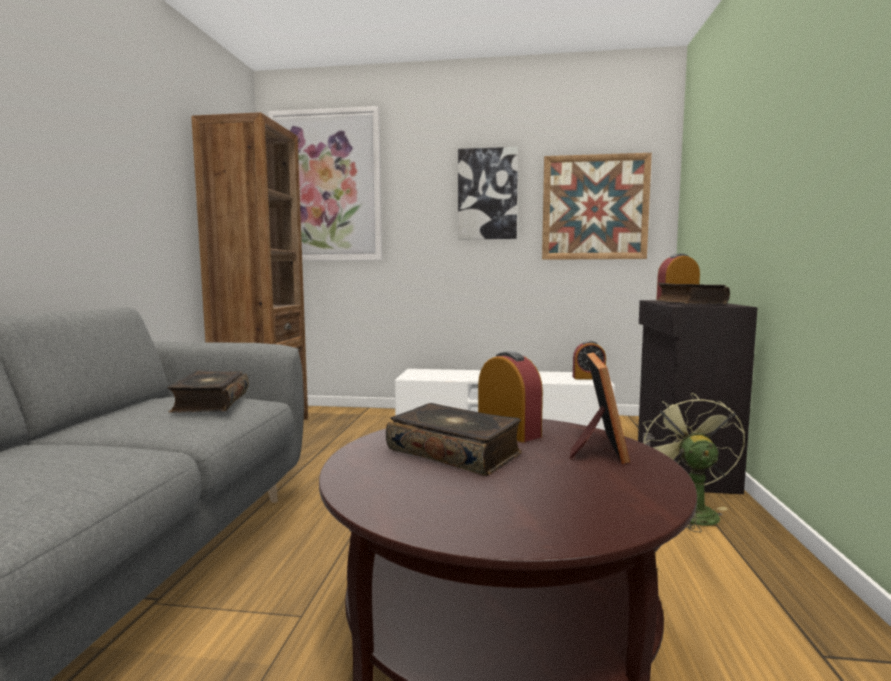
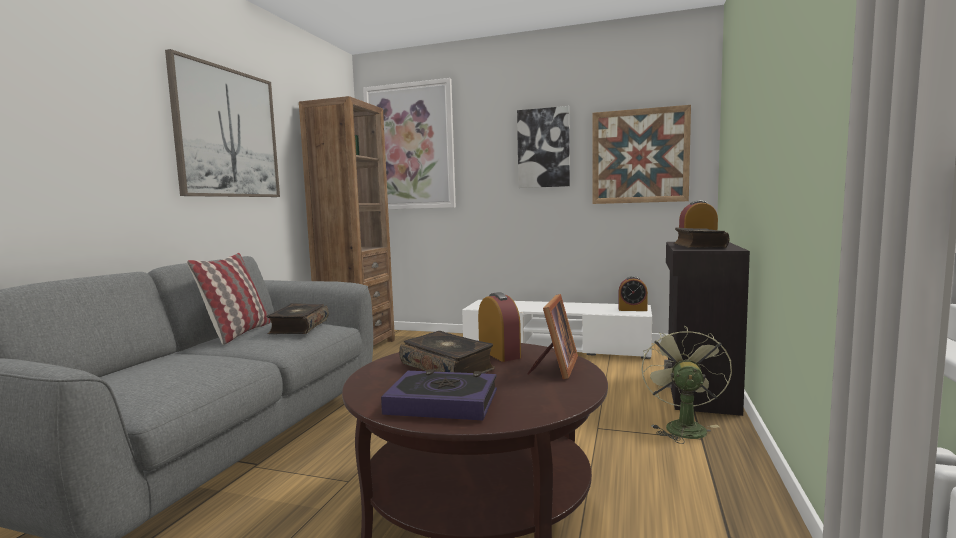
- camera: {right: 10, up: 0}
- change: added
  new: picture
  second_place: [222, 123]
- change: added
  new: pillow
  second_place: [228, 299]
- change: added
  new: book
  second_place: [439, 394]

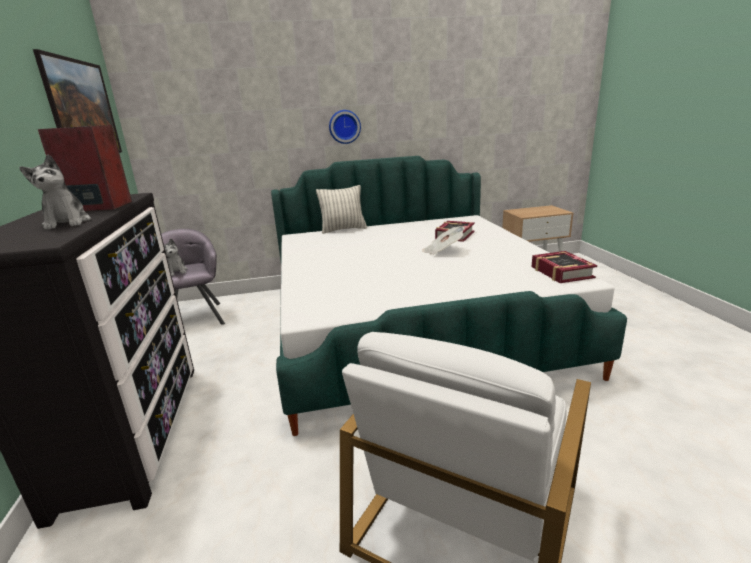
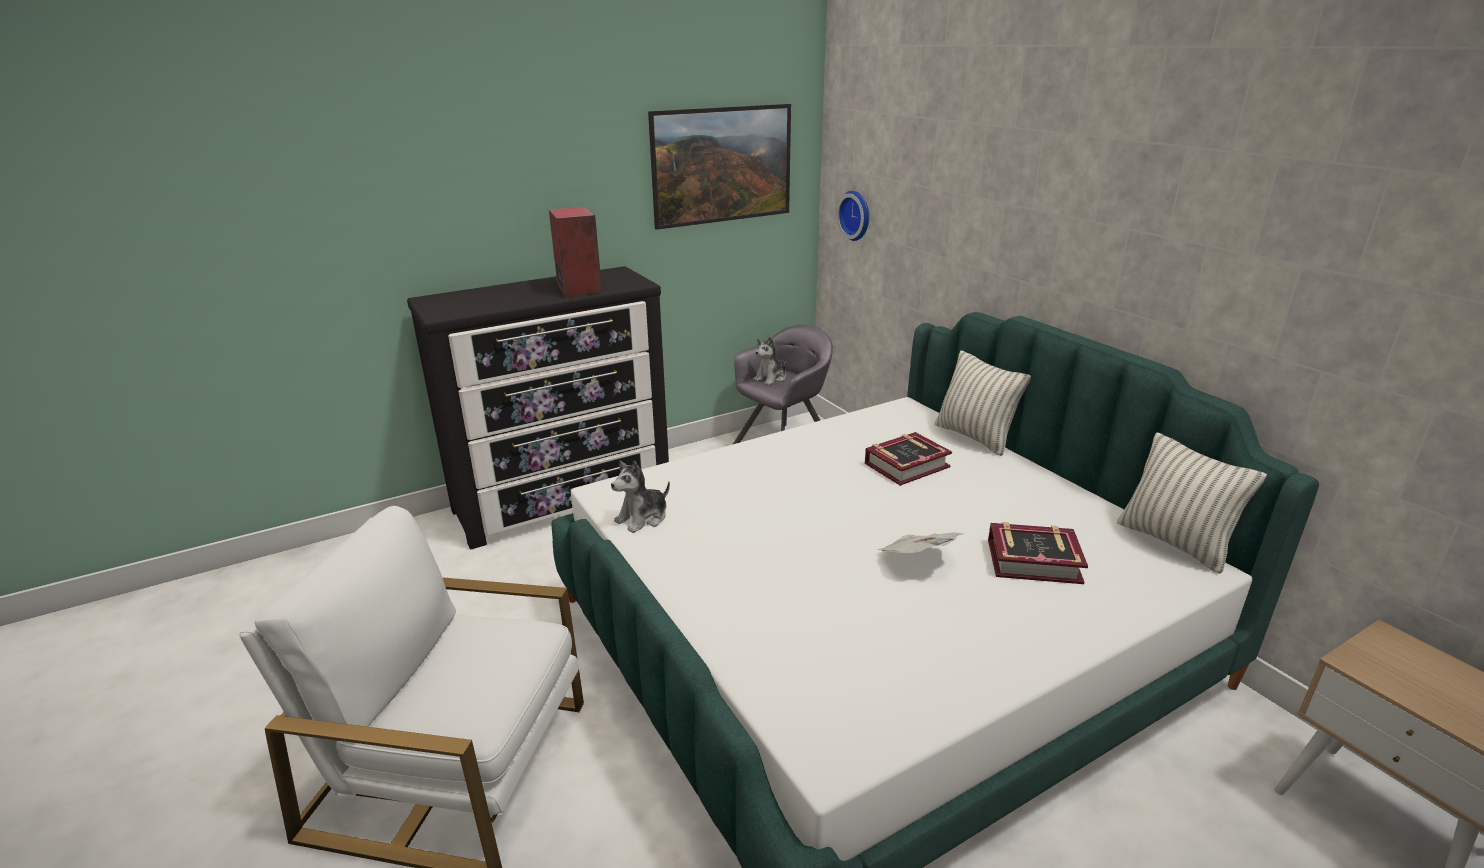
- camera: {right: 70, up: 5}
- change: added
  new: pillow
  second_place: [1192, 503]
- change: moved
  old: plush toy
  first_place: [55, 192]
  second_place: [640, 496]
- change: moved
  old: wall clock
  first_place: [345, 127]
  second_place: [852, 216]
- change: moved
  old: book
  first_place: [564, 267]
  second_place: [908, 459]

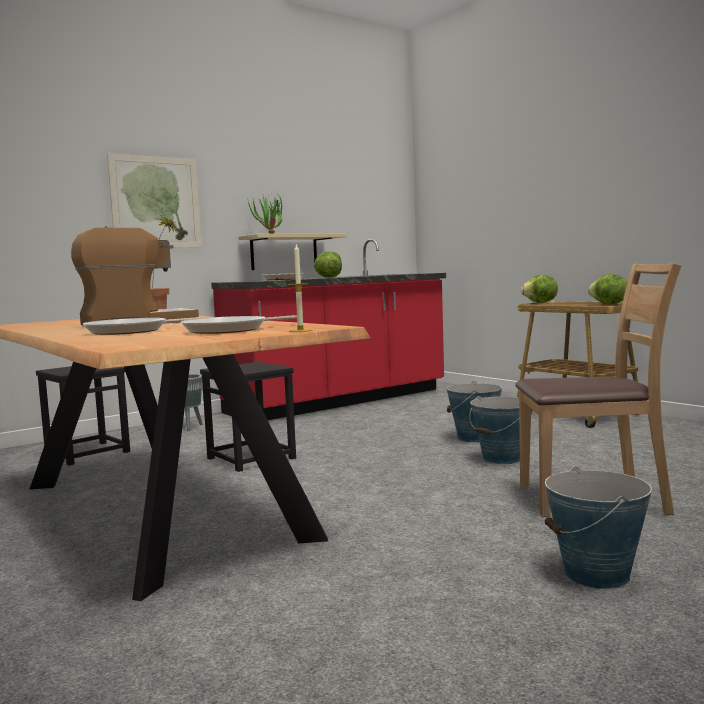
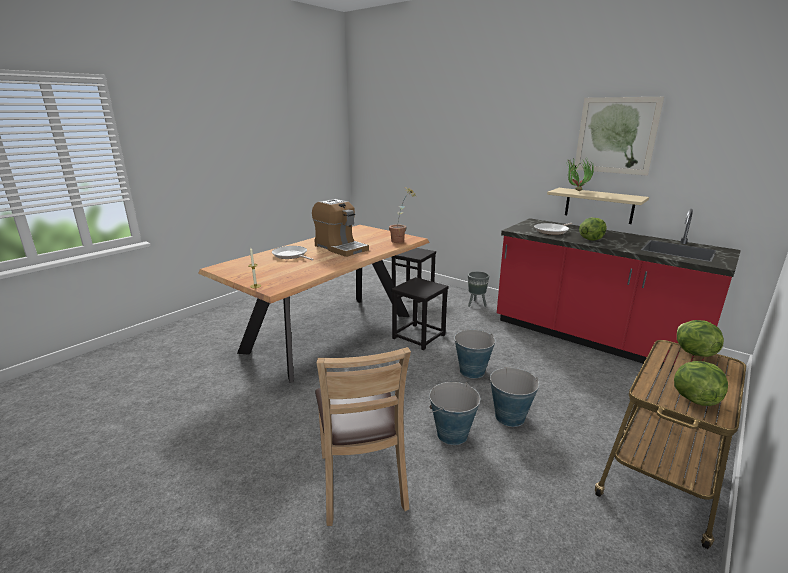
- camera: {right: 75, up: 15}
- change: removed
  old: frying pan
  first_place: [239, 324]
- change: moved
  old: picture
  first_place: [154, 201]
  second_place: [619, 136]
- change: moved
  old: bucket
  first_place: [598, 527]
  second_place: [474, 354]

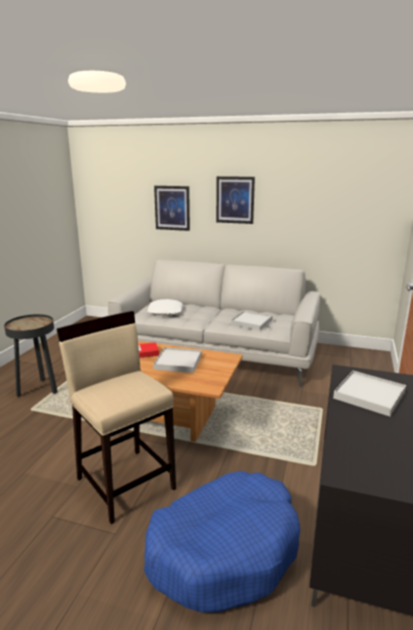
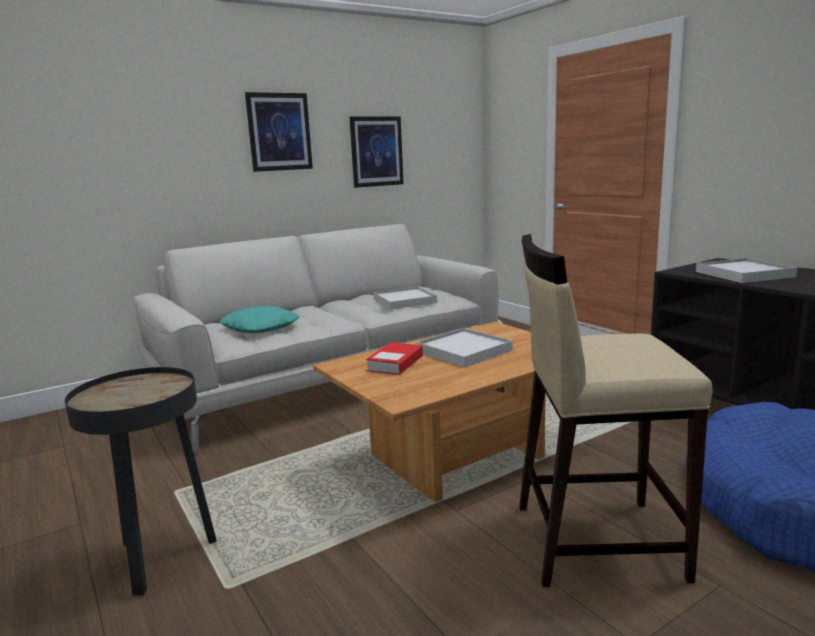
- camera: {right: -50, up: -5}
- change: moved
  old: picture
  first_place: [172, 208]
  second_place: [377, 152]
- change: recoloured
  old: white pillow
  new: turquoise pillow
  first_place: [165, 307]
  second_place: [259, 319]

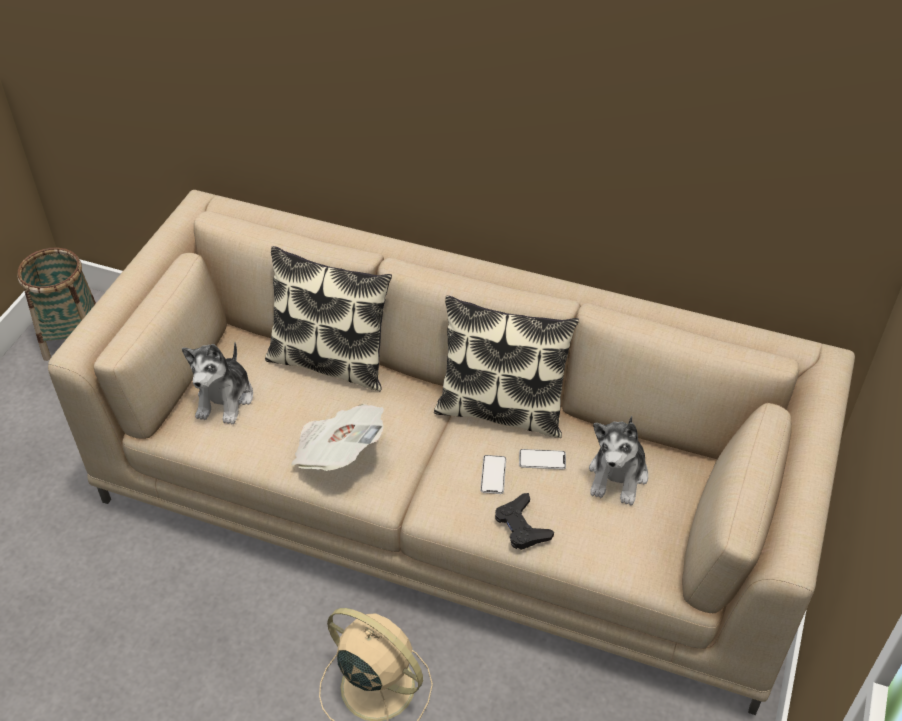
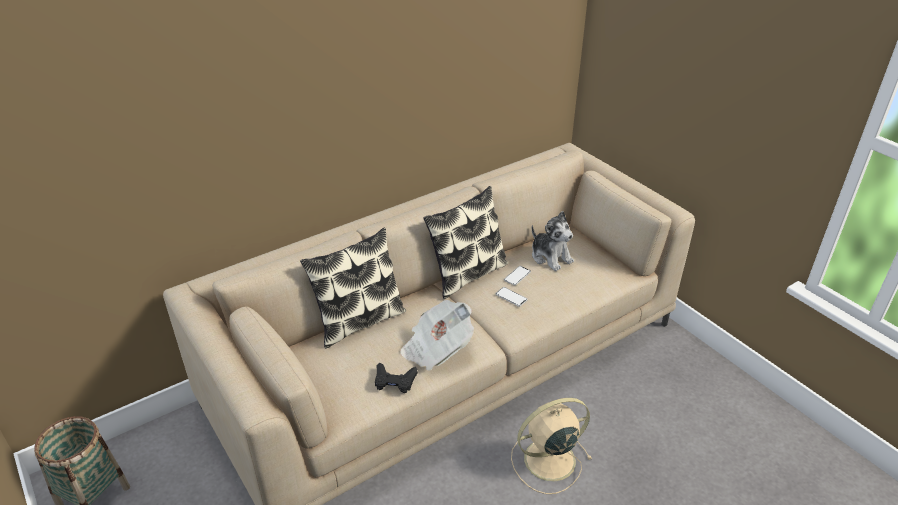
- camera: {right: -55, up: -10}
- change: removed
  old: plush toy
  first_place: [217, 383]
- change: moved
  old: black game controller
  first_place: [524, 521]
  second_place: [396, 377]

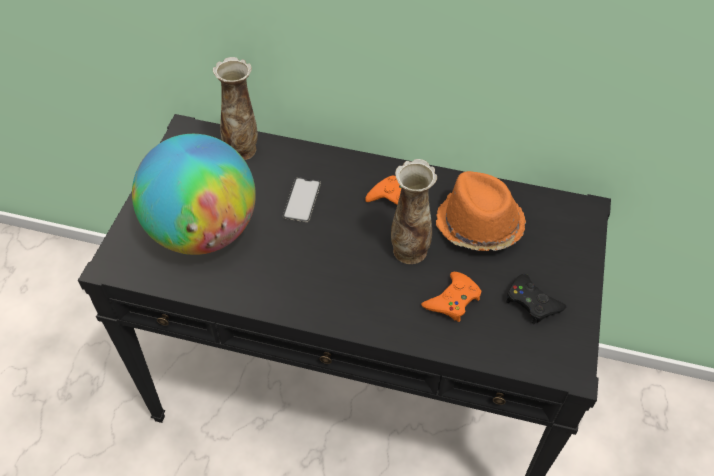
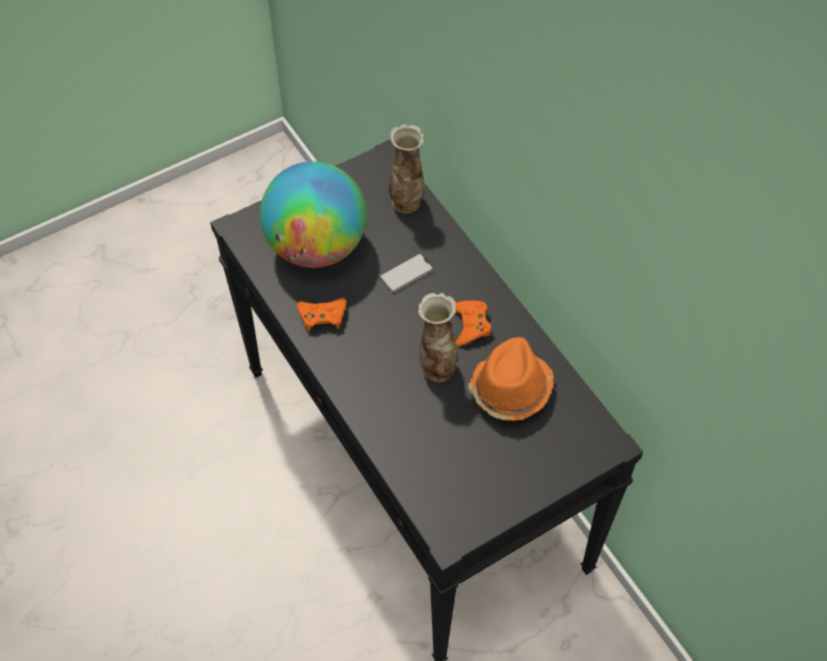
- camera: {right: 45, up: 5}
- change: removed
  old: black game controller
  first_place: [536, 299]
- change: moved
  old: orange game controller
  first_place: [451, 297]
  second_place: [321, 314]

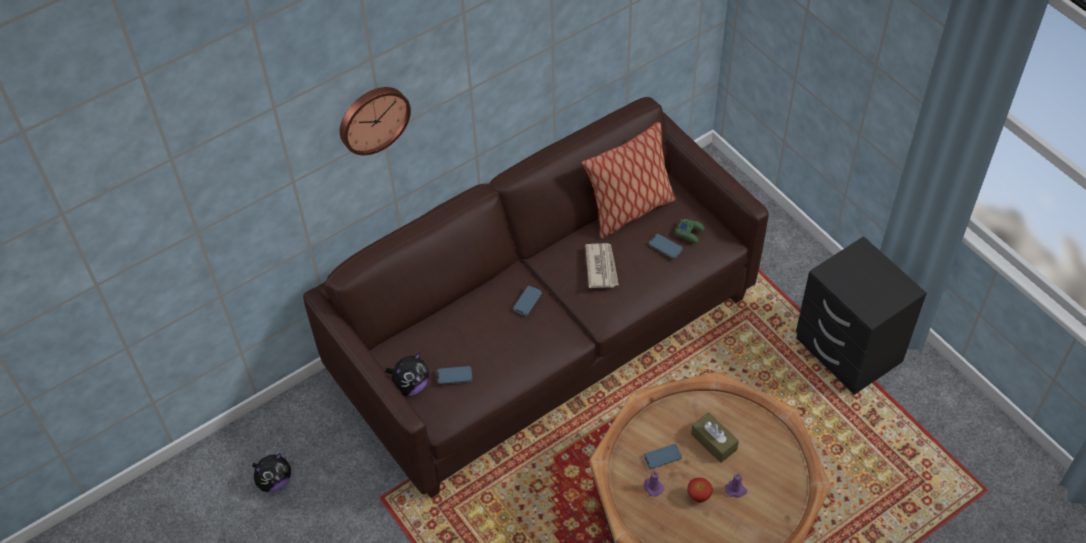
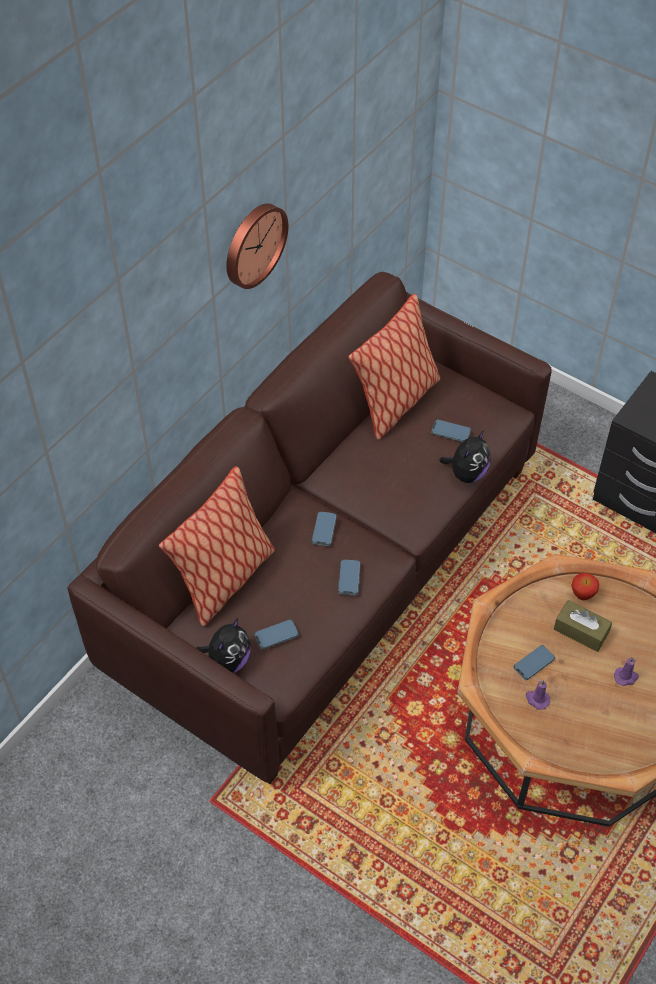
- camera: {right: -20, up: 0}
- change: removed
  old: newspaper
  first_place: [602, 265]
- change: removed
  old: green game controller
  first_place: [690, 231]
- change: added
  new: pillow
  second_place: [217, 546]
- change: added
  new: phone
  second_place: [349, 577]
- change: moved
  old: plush toy
  first_place: [271, 472]
  second_place: [464, 456]
- change: moved
  old: wall clock
  first_place: [375, 121]
  second_place: [257, 246]
- change: moved
  old: apple
  first_place: [700, 490]
  second_place: [585, 586]

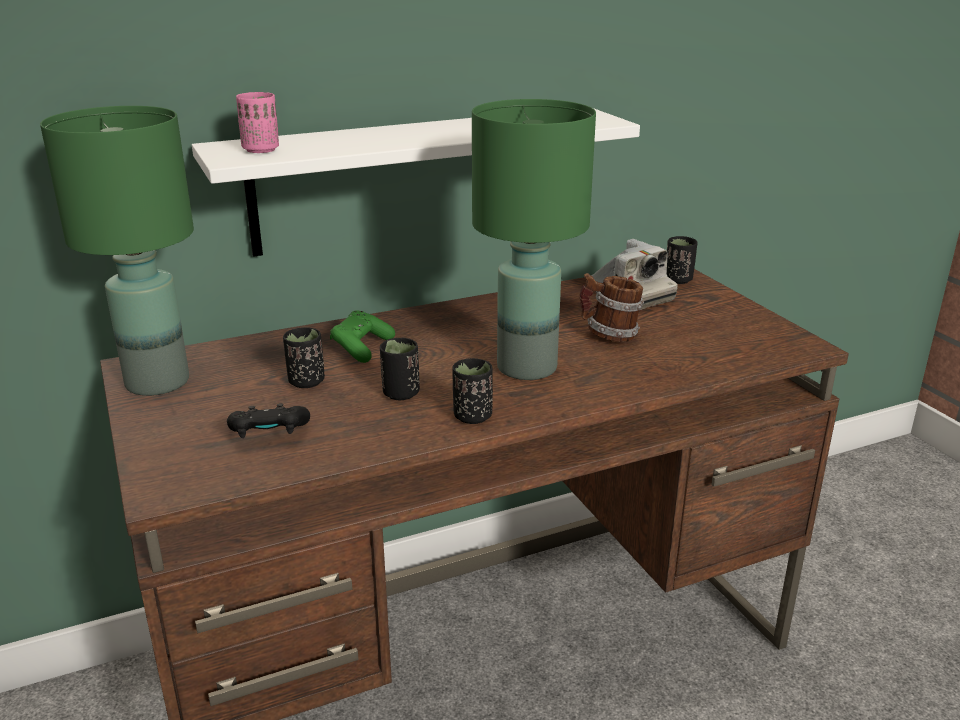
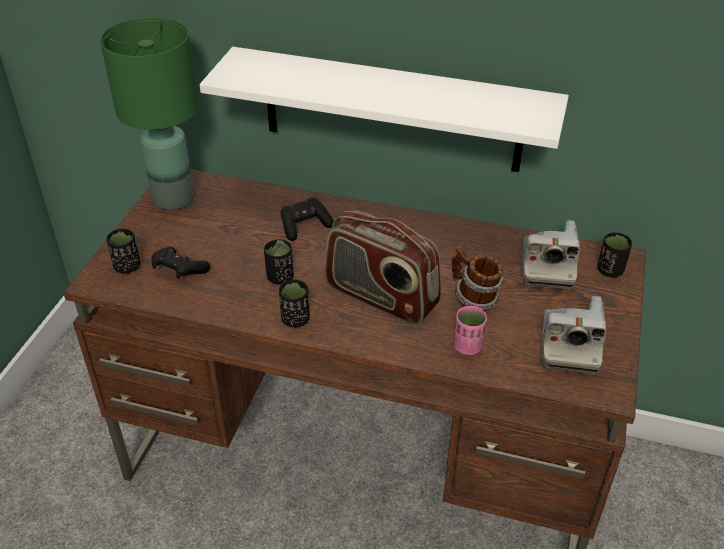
- camera: {right: 40, up: 15}
- change: added
  new: photo camera
  second_place: [573, 335]
- change: moved
  old: pink cup
  first_place: [257, 122]
  second_place: [470, 330]
- change: moved
  old: black cup
  first_place: [304, 357]
  second_place: [123, 251]
- change: replaced
  old: green table lamp
  new: radio
  first_place: [534, 239]
  second_place: [382, 268]
- change: recoloured
  old: green game controller
  new: black game controller
  first_place: [362, 337]
  second_place: [307, 219]

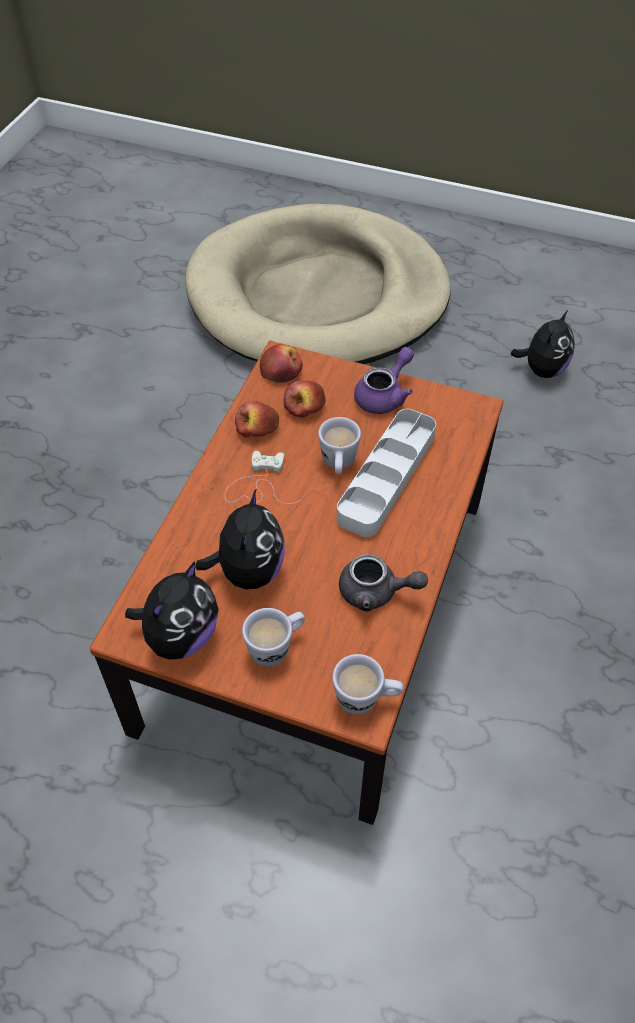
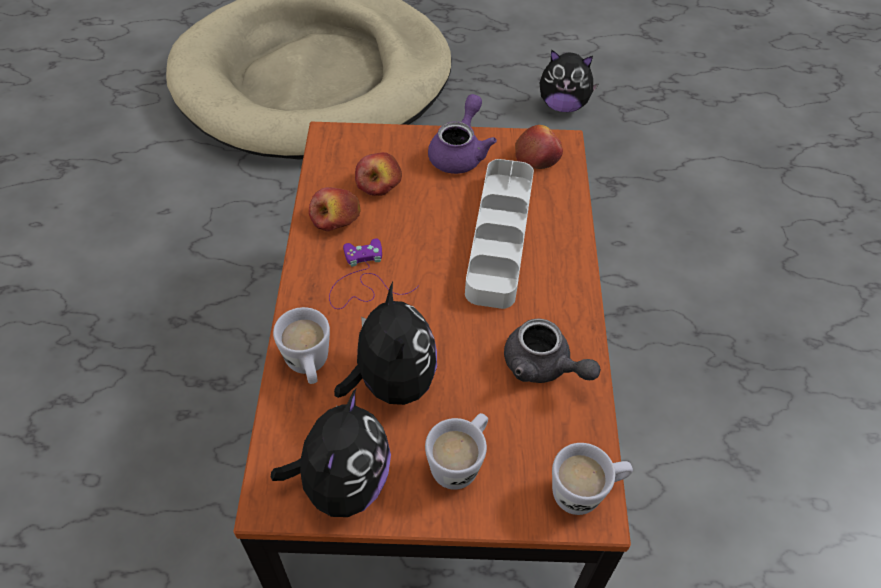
- camera: {right: -20, up: 0}
- change: moved
  old: apple
  first_place: [281, 363]
  second_place: [539, 147]
- change: moved
  old: white mug
  first_place: [339, 445]
  second_place: [301, 345]
- change: recoloured
  old: white game controller
  new: purple game controller
  first_place: [262, 477]
  second_place: [374, 273]
- change: turned
  old: grey teapot
  first_place: [383, 582]
  second_place: [552, 350]
  degrees: 45
- change: turned
  old: plush toy
  first_place: [543, 343]
  second_place: [569, 80]
  degrees: 90

